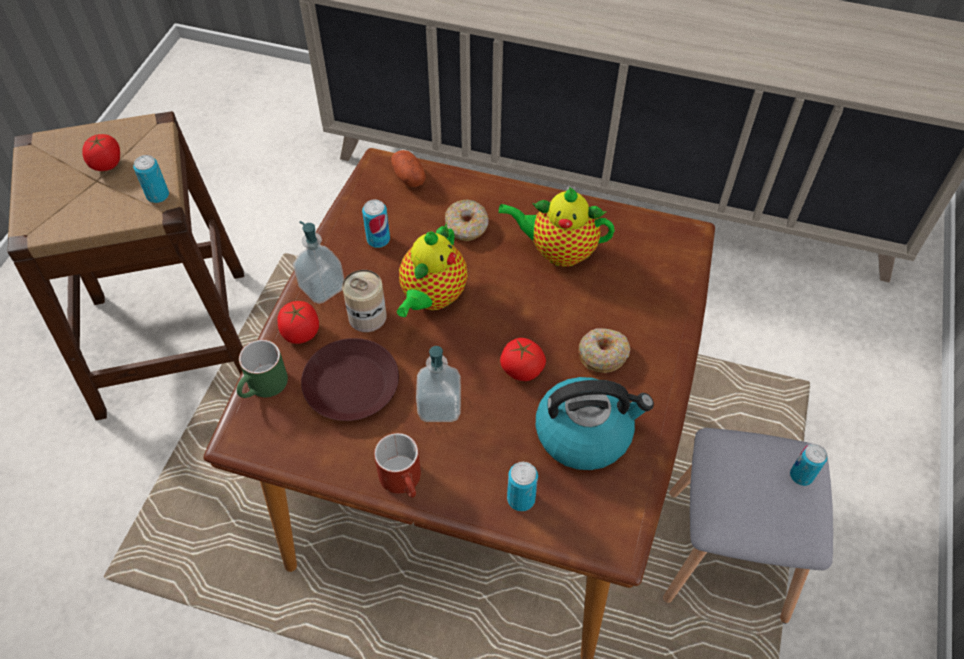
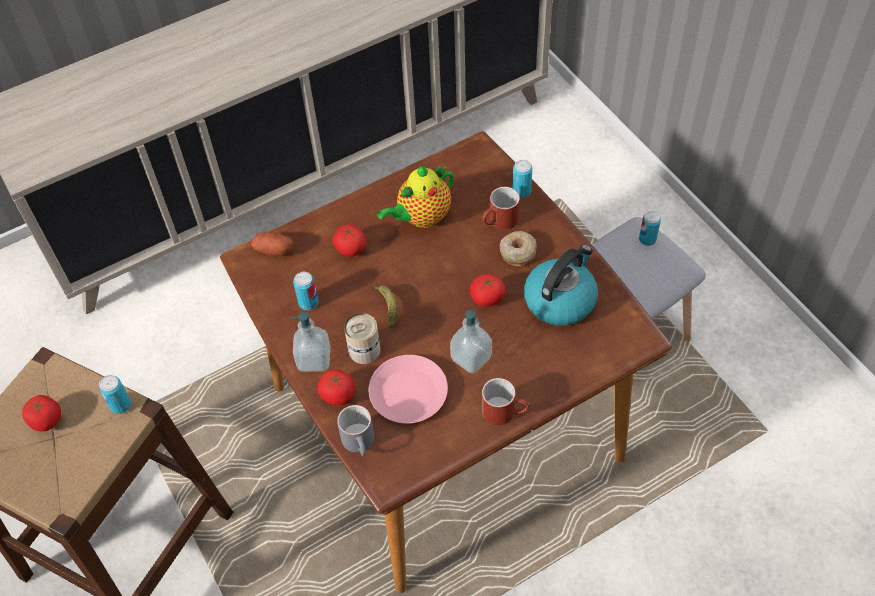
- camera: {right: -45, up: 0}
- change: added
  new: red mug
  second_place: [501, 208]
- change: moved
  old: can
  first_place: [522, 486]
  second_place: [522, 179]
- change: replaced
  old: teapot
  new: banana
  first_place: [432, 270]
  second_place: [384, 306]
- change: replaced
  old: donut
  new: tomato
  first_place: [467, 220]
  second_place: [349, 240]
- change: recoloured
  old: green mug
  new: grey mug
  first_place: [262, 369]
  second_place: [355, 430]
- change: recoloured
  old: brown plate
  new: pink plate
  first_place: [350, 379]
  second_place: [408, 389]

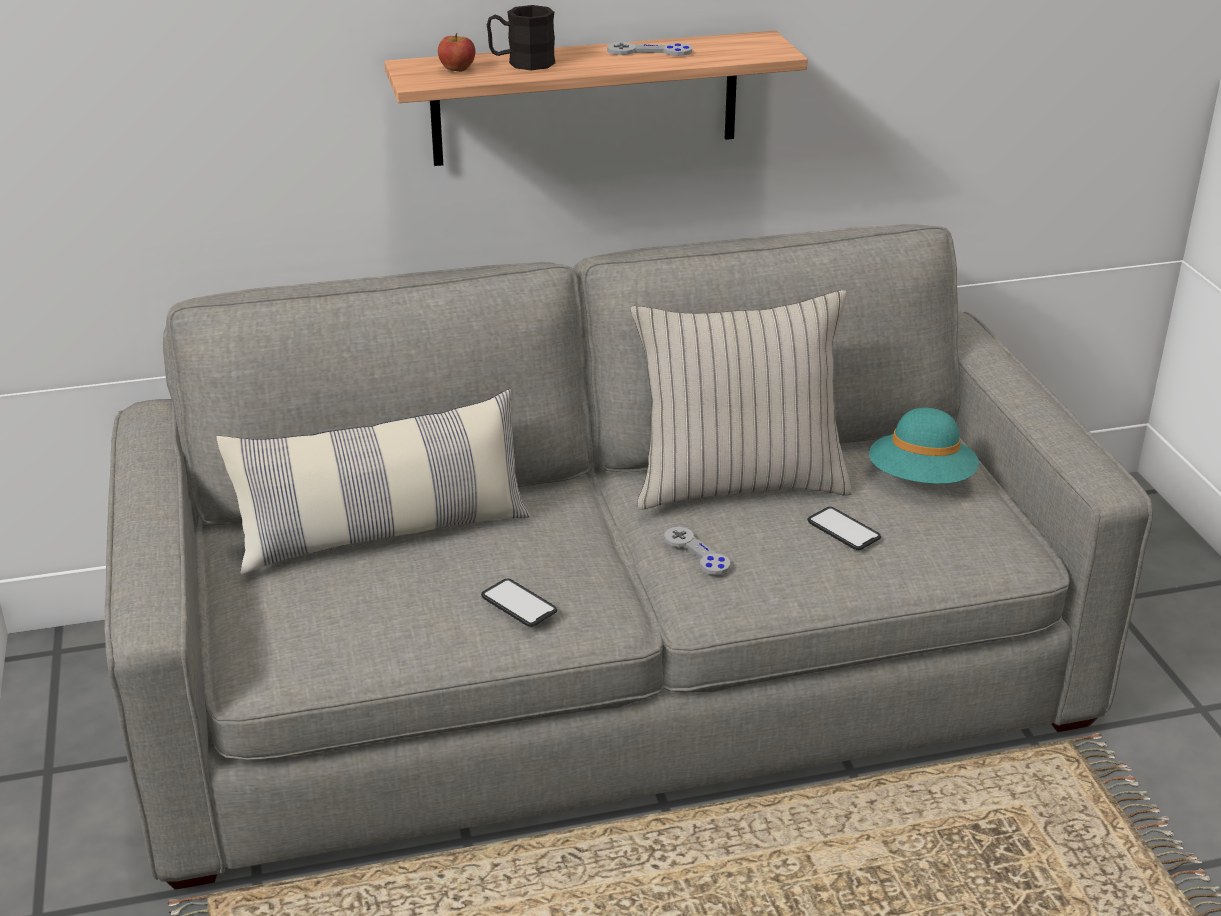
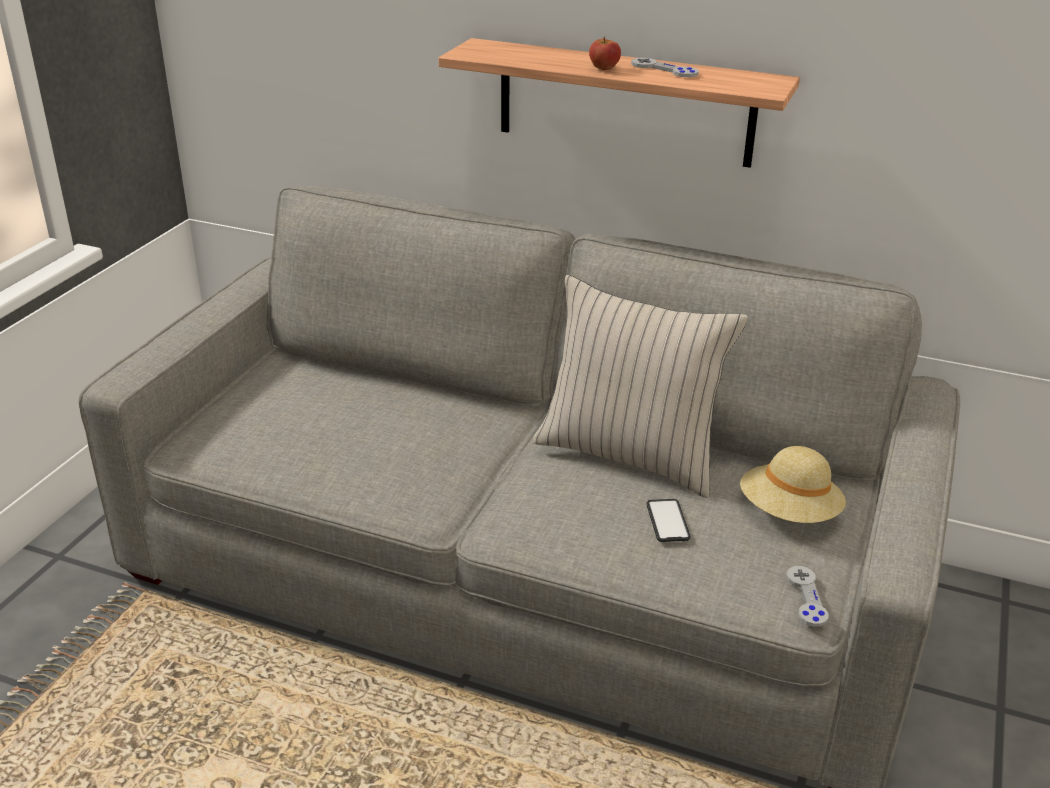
- camera: {right: 35, up: 0}
- change: removed
  old: pillow
  first_place: [373, 482]
- change: removed
  old: phone
  first_place: [519, 602]
- change: removed
  old: black mug
  first_place: [521, 37]
- change: moved
  old: apple
  first_place: [456, 52]
  second_place: [605, 53]
- change: moved
  old: grey game controller
  first_place: [697, 551]
  second_place: [807, 596]
- change: recoloured
  old: turquoise hat
  new: beige hat
  first_place: [924, 446]
  second_place: [793, 484]

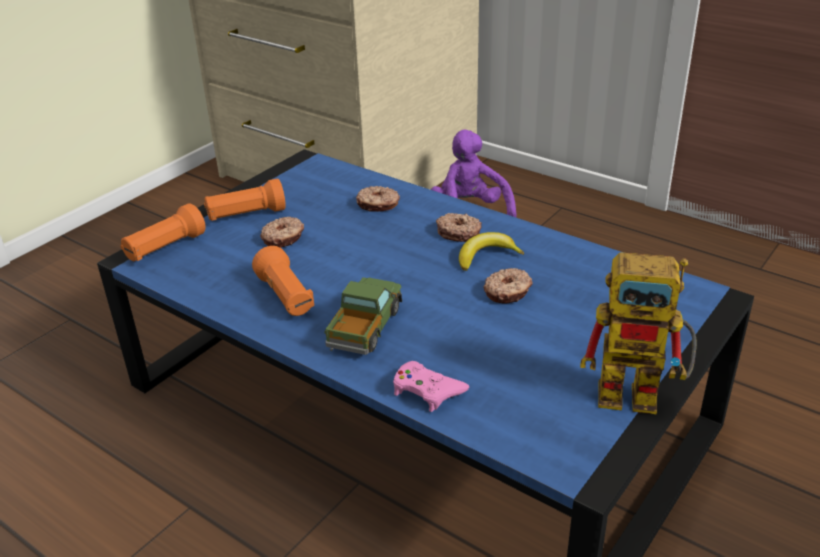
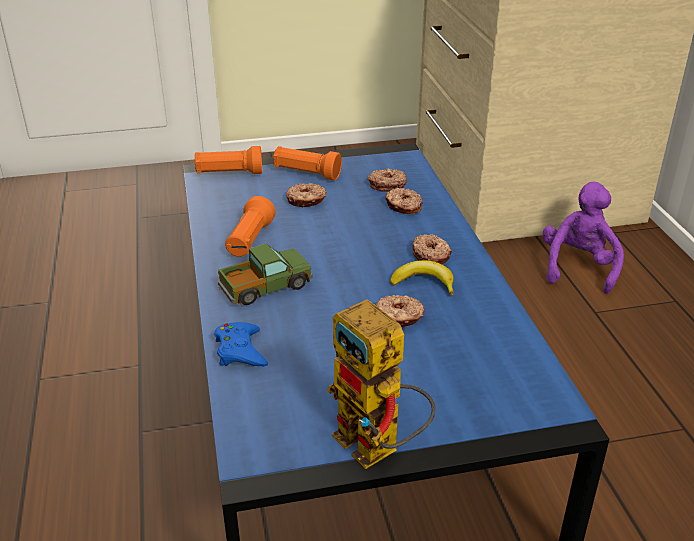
- camera: {right: 40, up: 0}
- change: added
  new: donut
  second_place: [387, 180]
- change: recoloured
  old: pink game controller
  new: blue game controller
  first_place: [431, 386]
  second_place: [241, 344]

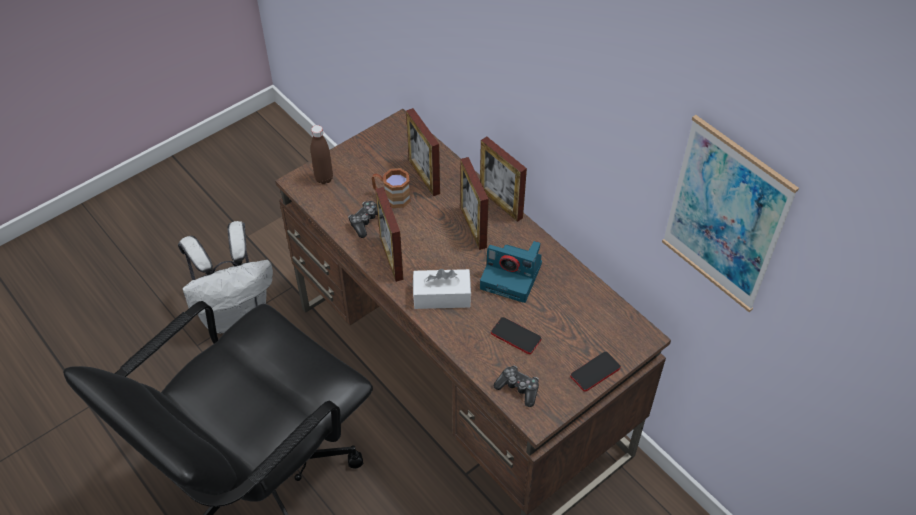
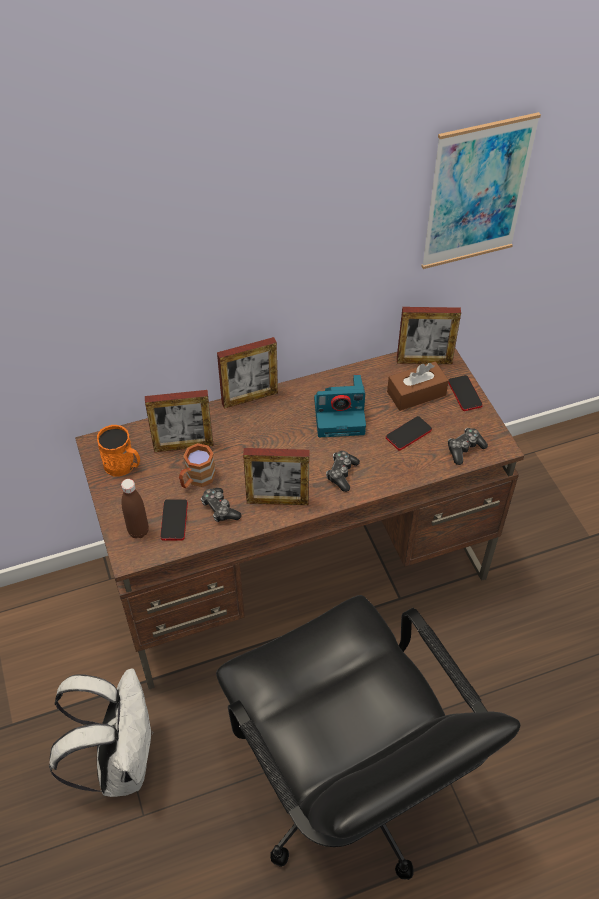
- camera: {right: -70, up: 0}
- change: added
  new: orange mug
  second_place: [118, 450]
- change: added
  new: phone
  second_place: [174, 520]
- change: added
  new: brown tissue box
  second_place: [418, 386]
- change: moved
  old: picture frame
  first_place: [475, 203]
  second_place: [429, 335]
- change: replaced
  old: white tissue box
  new: game controller
  first_place: [442, 289]
  second_place: [343, 471]
- change: turned
  old: photo camera
  first_place: [511, 272]
  second_place: [340, 406]
  degrees: 45

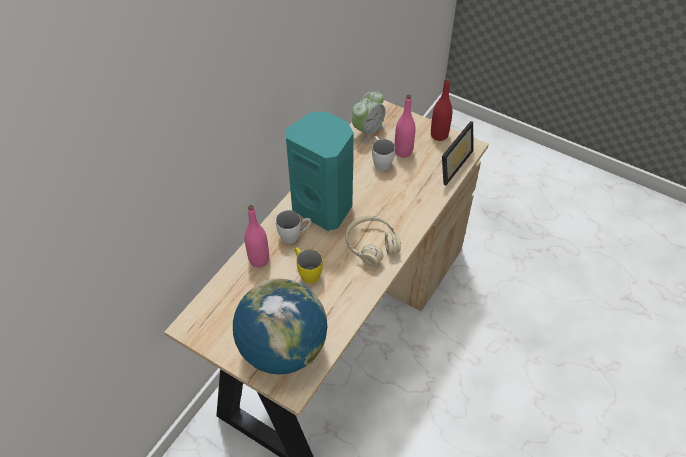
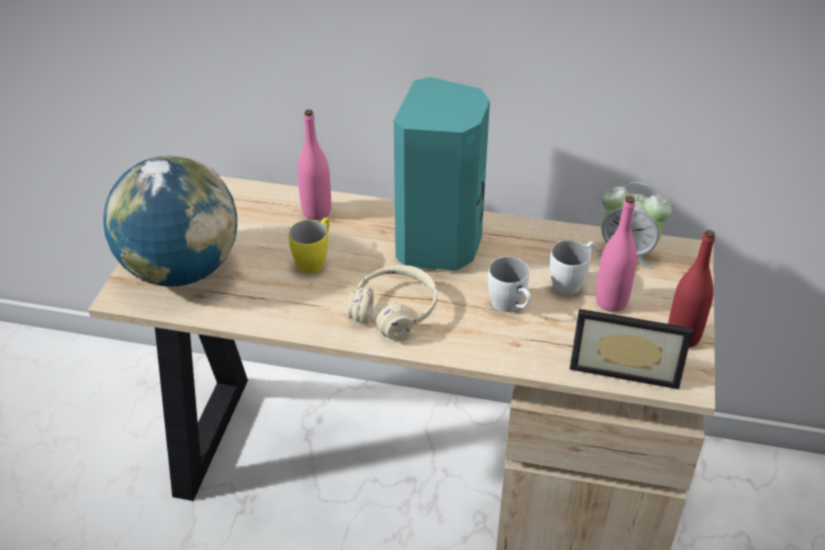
- camera: {right: 70, up: -10}
- change: moved
  old: white mug
  first_place: [293, 227]
  second_place: [509, 284]

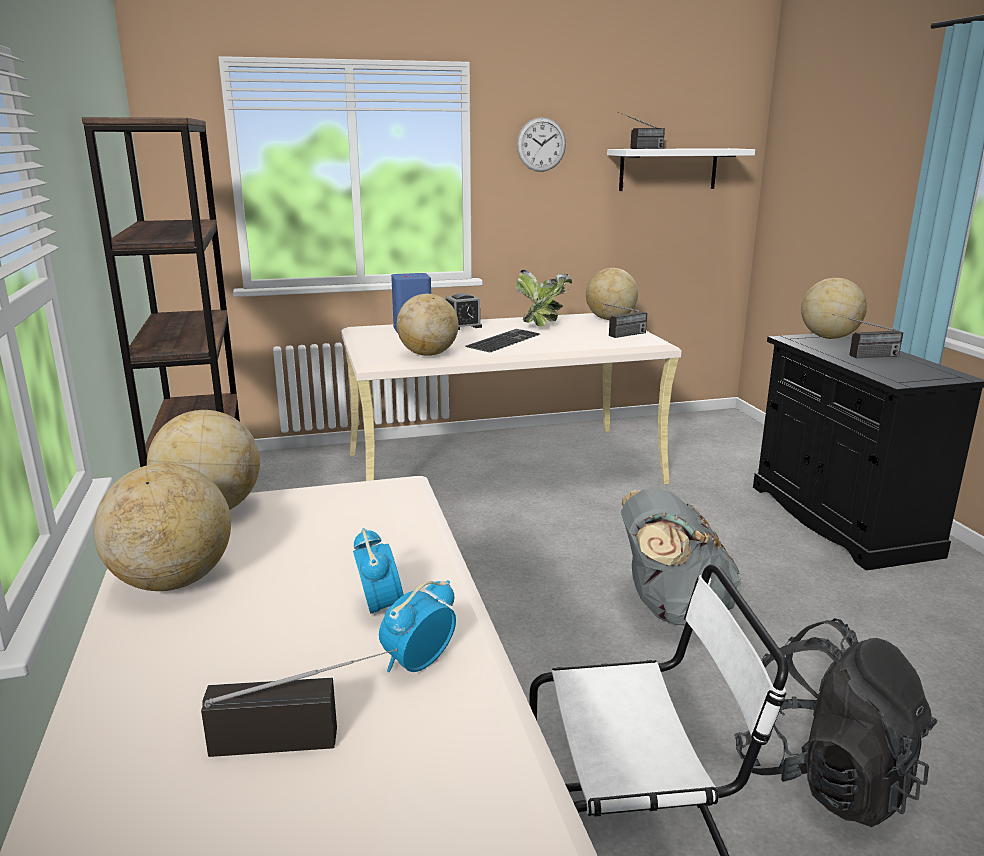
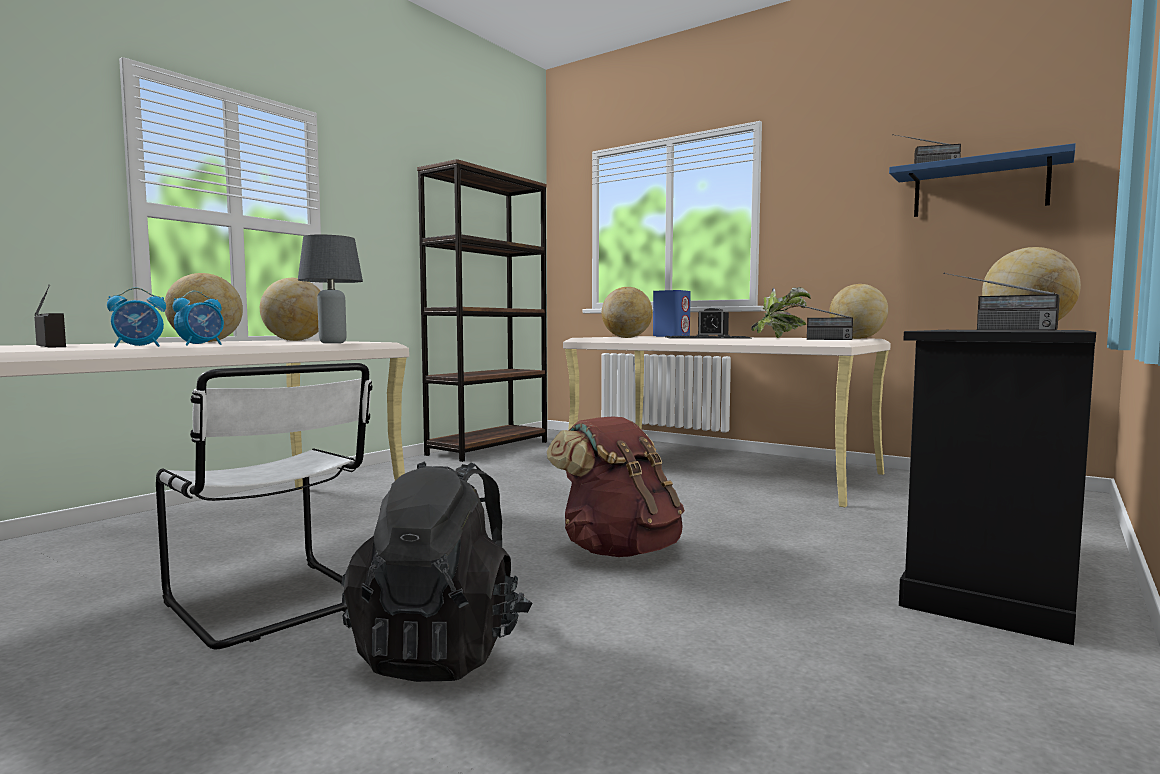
- camera: {right: 50, up: -15}
- change: removed
  old: wall clock
  first_place: [541, 144]
- change: added
  new: grey table lamp
  second_place: [330, 288]
- change: recoloured
  old: white shelf
  new: blue shelf
  first_place: [681, 169]
  second_place: [982, 180]
- change: recoloured
  old: grey backpack
  new: brown backpack
  first_place: [681, 557]
  second_place: [616, 487]
- change: turned
  old: alarm clock
  first_place: [417, 626]
  second_place: [136, 317]
  degrees: 150

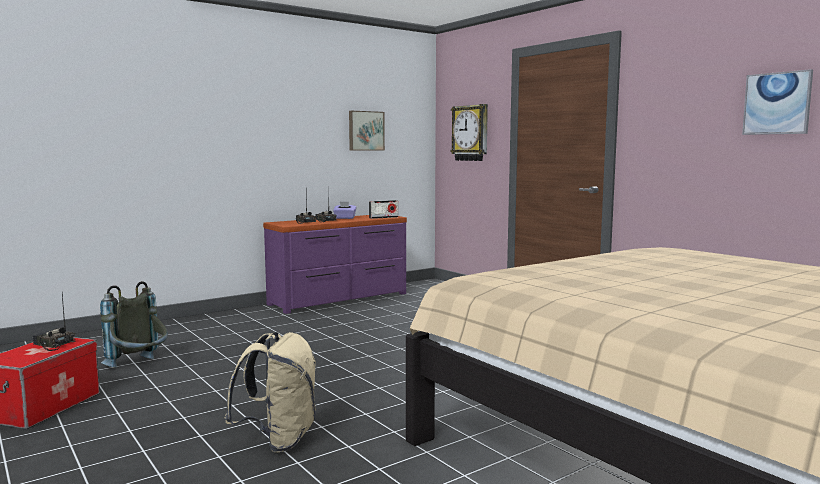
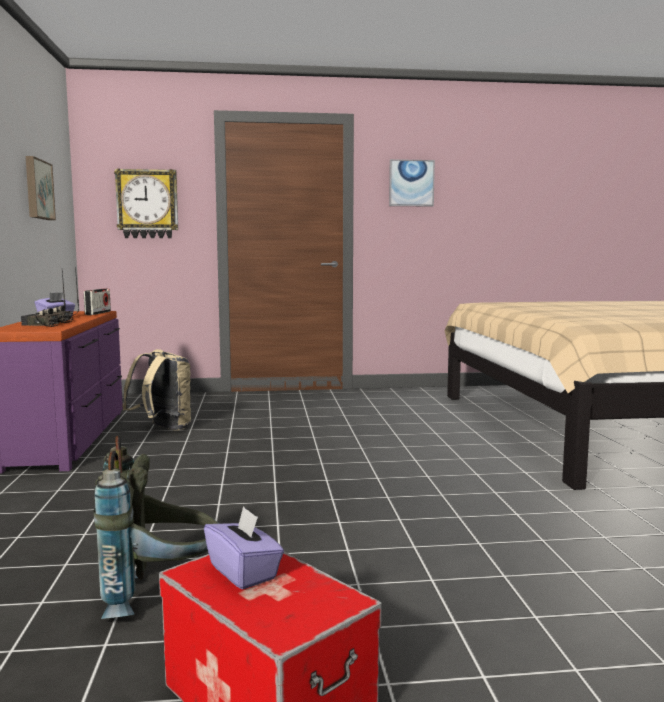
- camera: {right: -60, up: 0}
- change: moved
  old: beige backpack
  first_place: [270, 392]
  second_place: [156, 390]
- change: moved
  old: picture
  first_place: [777, 102]
  second_place: [412, 183]
- change: replaced
  old: radio
  new: purple tissue box
  first_place: [54, 322]
  second_place: [244, 548]

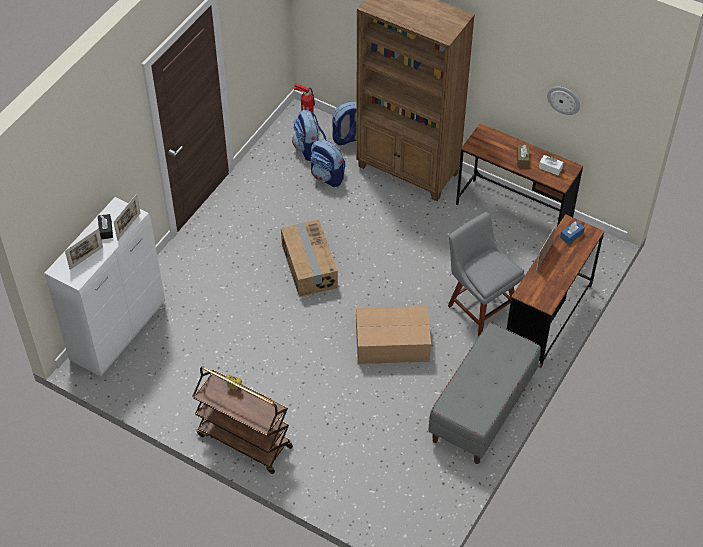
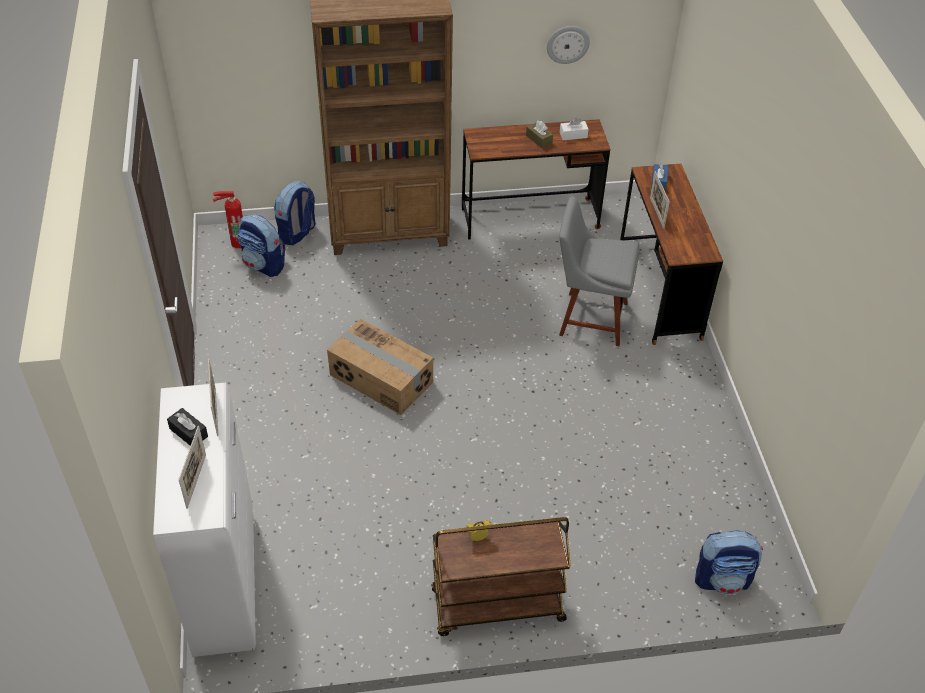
- camera: {right: -40, up: -5}
- change: removed
  old: cardboard box
  first_place: [393, 335]
- change: removed
  old: grey bench
  first_place: [484, 393]
- change: moved
  old: backpack
  first_place: [328, 163]
  second_place: [729, 562]

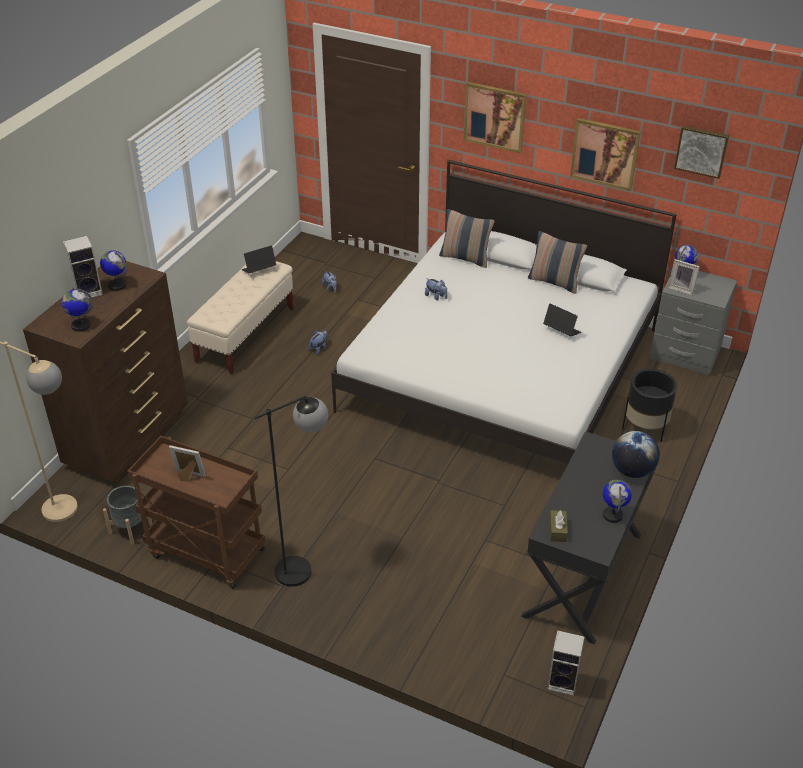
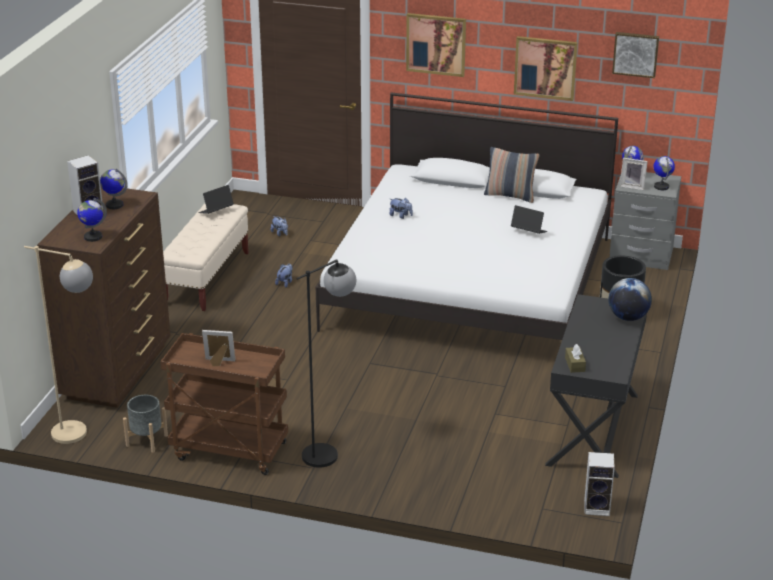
- camera: {right: -10, up: -10}
- change: removed
  old: pillow
  first_place: [467, 238]
- change: moved
  old: globe
  first_place: [617, 501]
  second_place: [664, 173]

